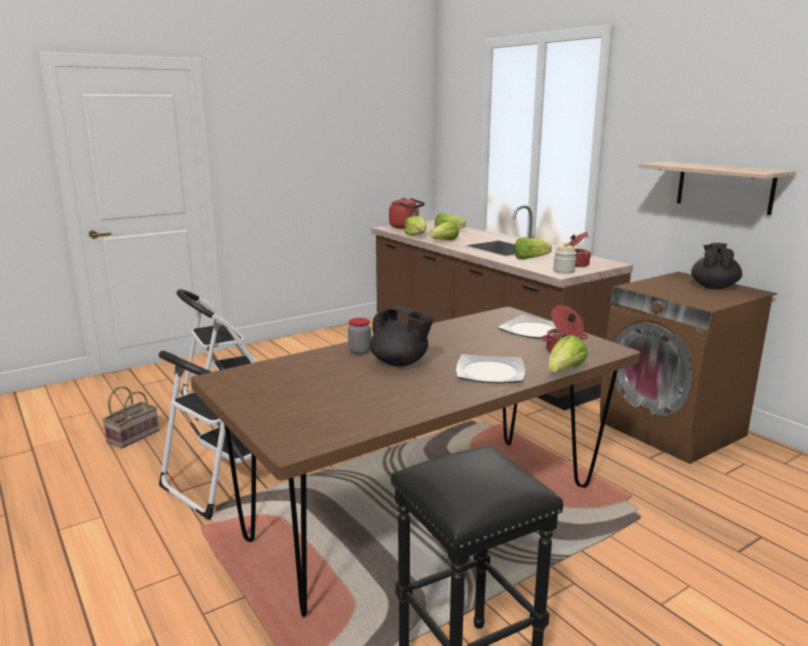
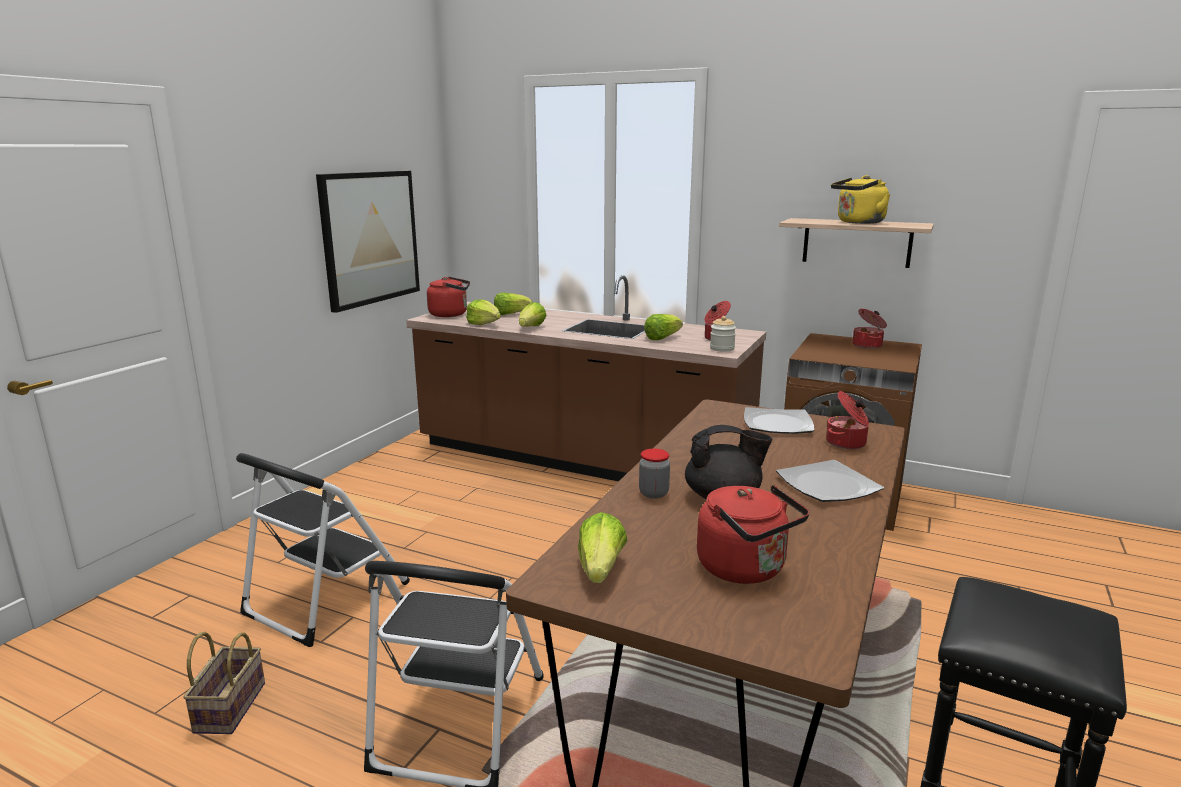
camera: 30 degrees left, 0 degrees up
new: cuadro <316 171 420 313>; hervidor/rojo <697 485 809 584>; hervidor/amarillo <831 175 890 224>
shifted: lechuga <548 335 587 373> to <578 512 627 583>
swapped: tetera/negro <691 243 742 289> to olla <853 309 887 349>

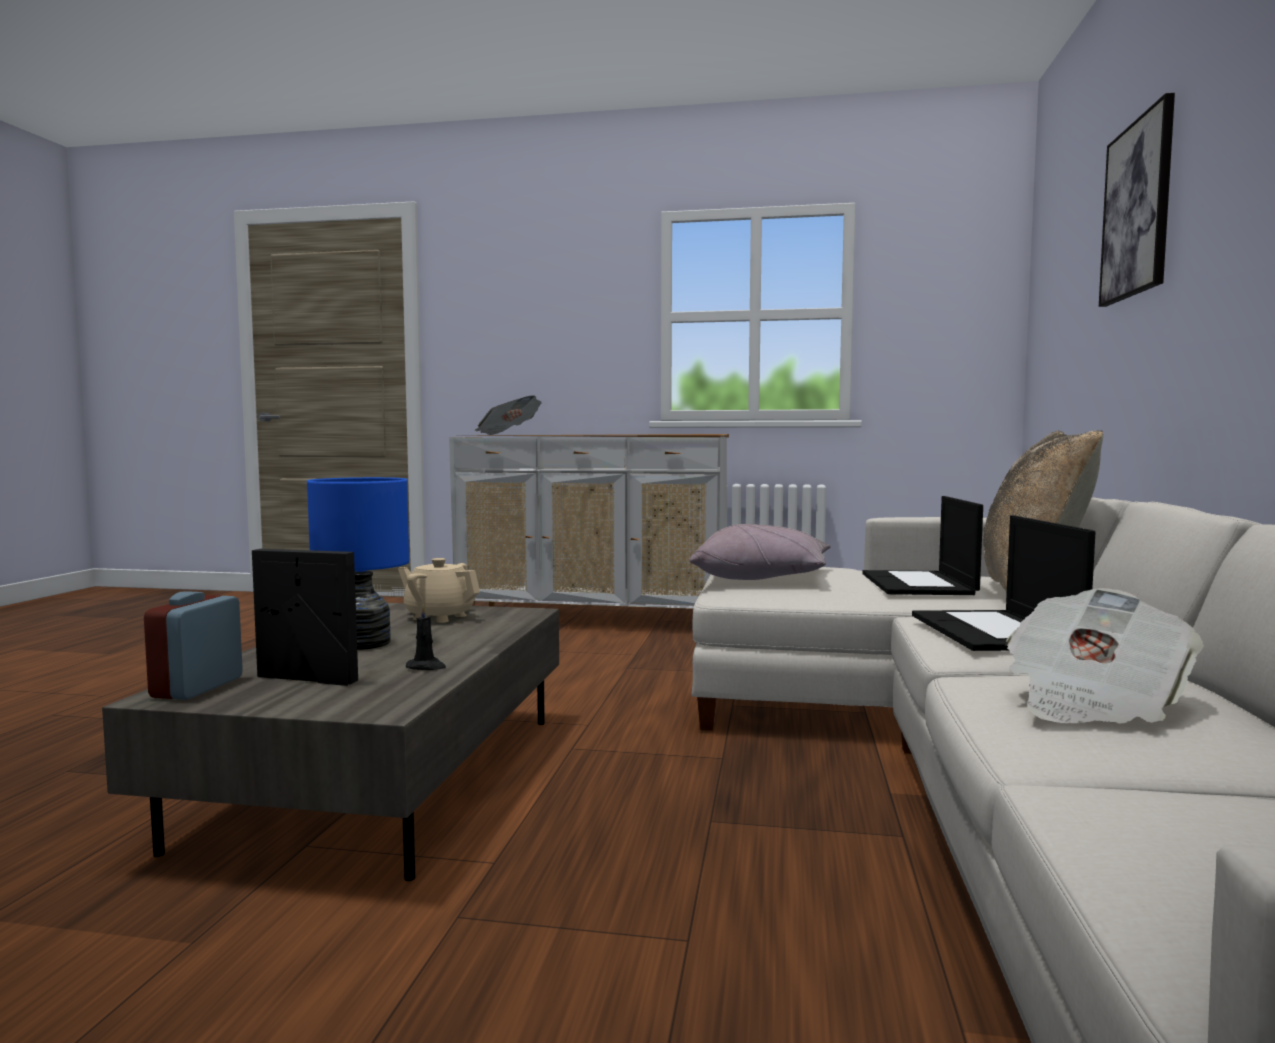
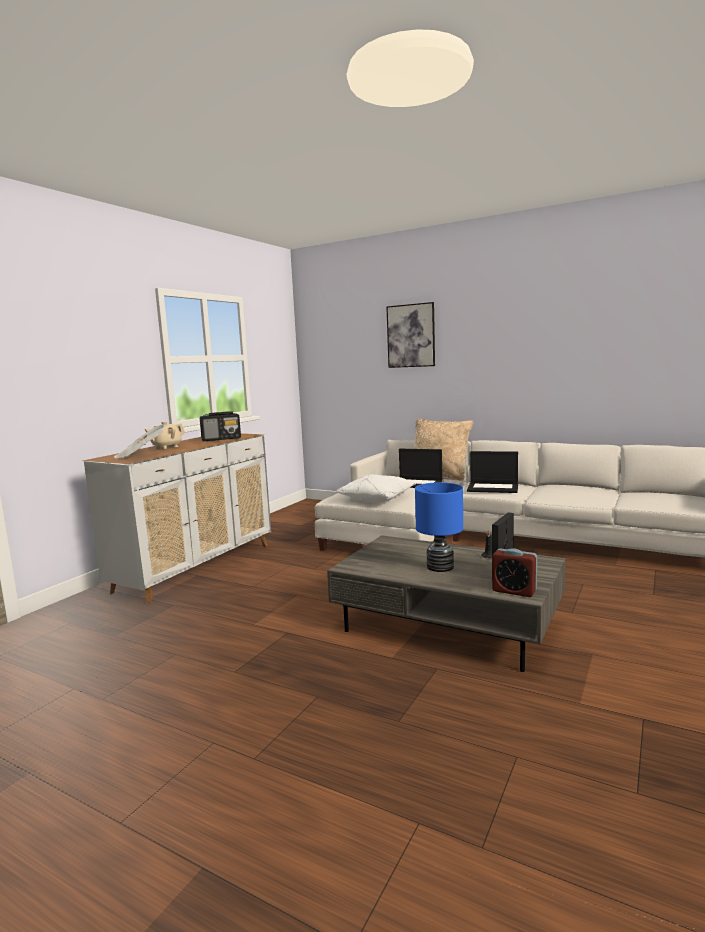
camera: 70 degrees left, 5 degrees up
gone: periódico <1006 588 1204 723>
new: radio <200 411 241 441>
shifted: tetera/beis <398 558 480 623> to <145 421 185 449>
repainted: cojín/morado <689 524 830 580> to cojín/blanco <336 474 416 502>

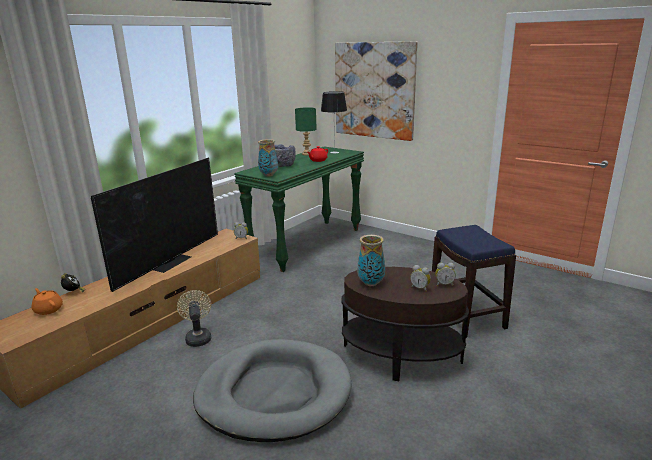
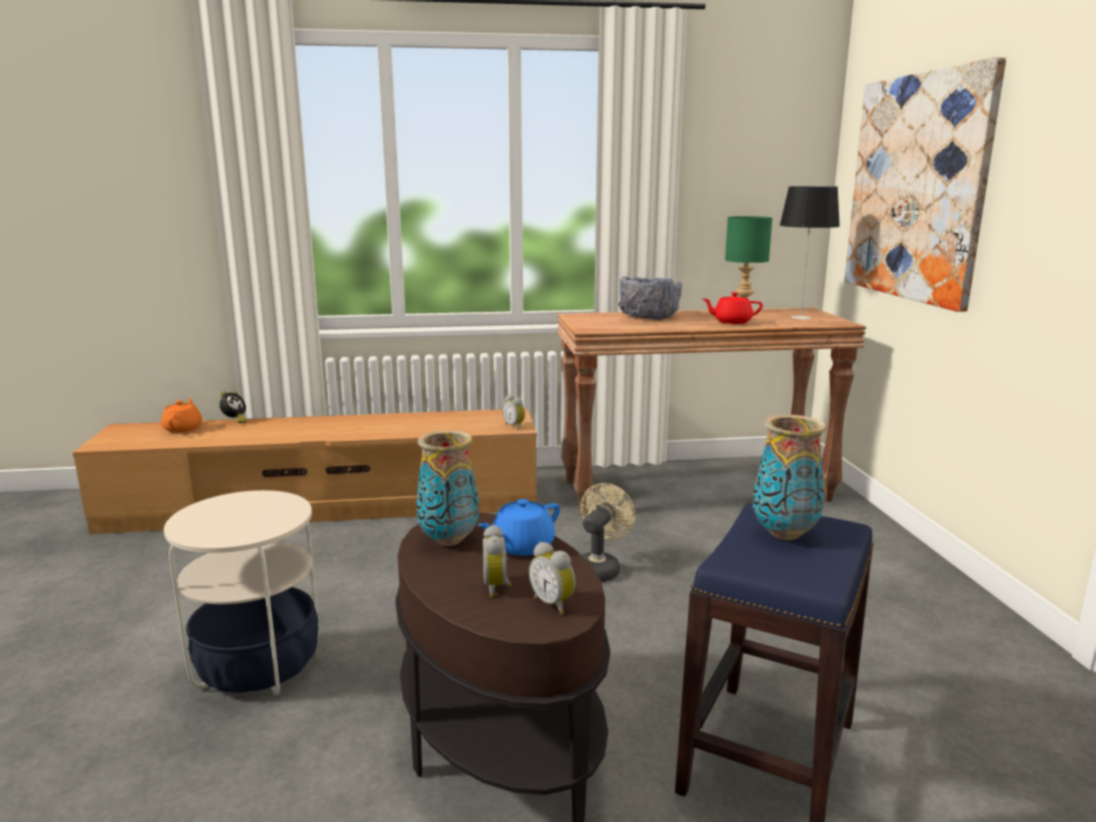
camera: 45 degrees right, 5 degrees down
gone: televisor <91 158 218 292>
new: tetera/azul <478 499 560 556>
shifted: ventilador/beis <177 290 211 347> to <580 483 636 582>; florero <258 139 278 177> to <753 415 826 540>
swapped: cama para perro/gris <193 339 352 442> to mesa auxiliar/beis <164 490 319 695>
repainted: mesa consola/verde <234 147 364 272> to mesa consola/marrón <557 308 866 516>

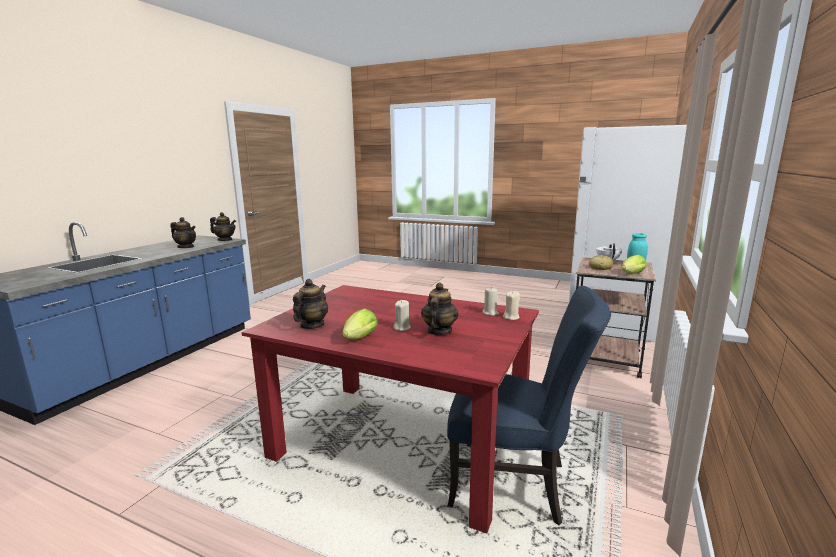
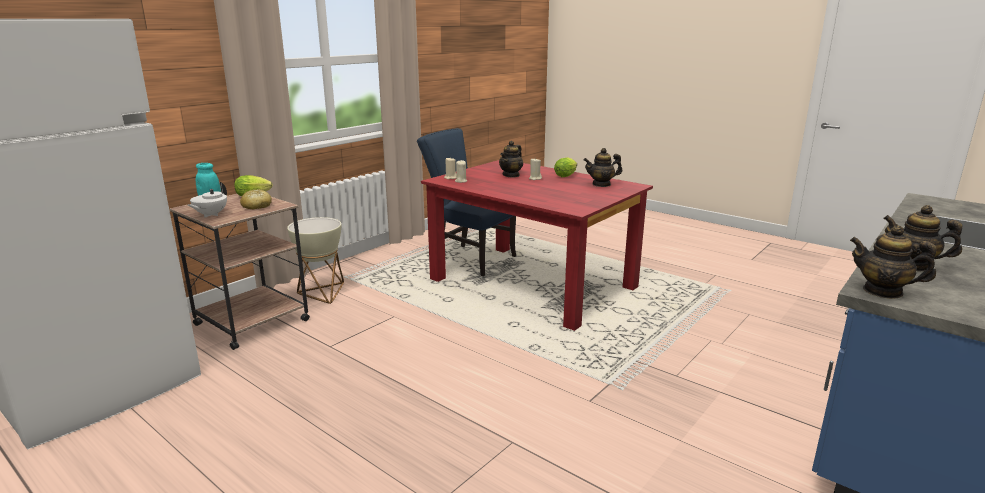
camera: 165 degrees left, 5 degrees up
new: maceta <287 217 344 304>
rotated: tetera <293 279 328 329> = <584 148 622 187> 45 degrees clockwise

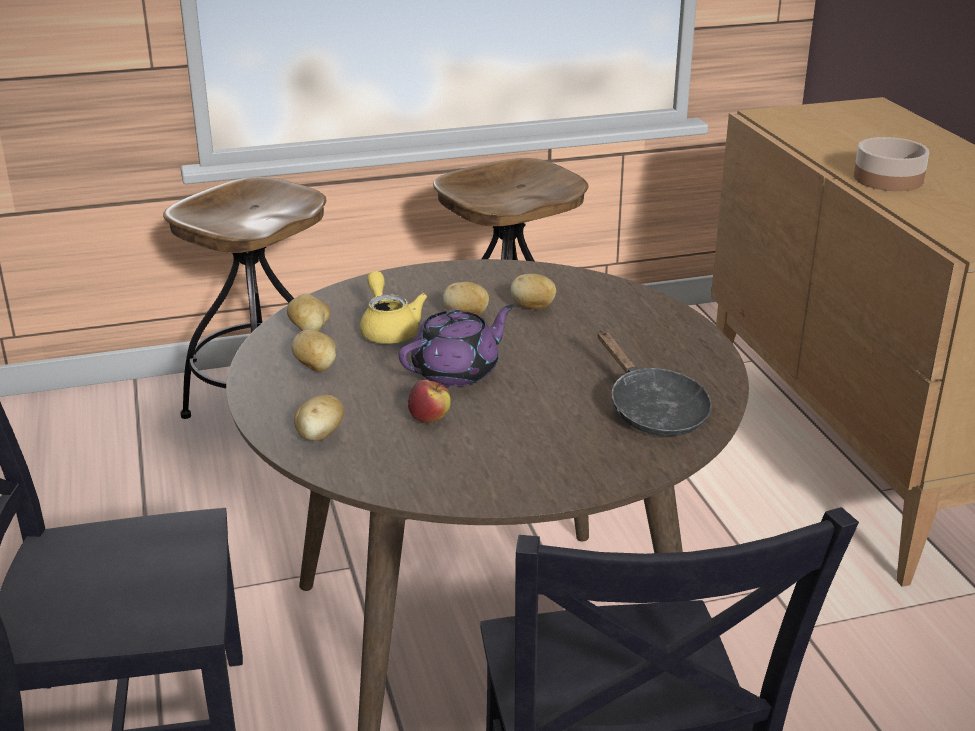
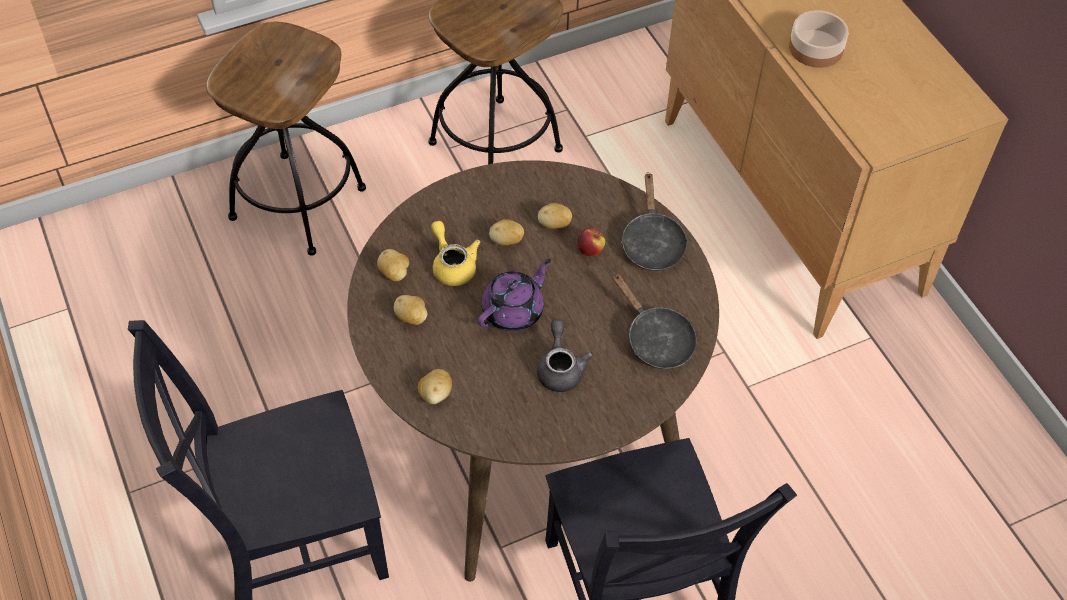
camera: 10 degrees left, 25 degrees up
new: tetera/gris <537 319 594 392>; sartén/negro <621 172 688 271>
shifted: manzana <408 380 451 424> to <577 228 605 256>

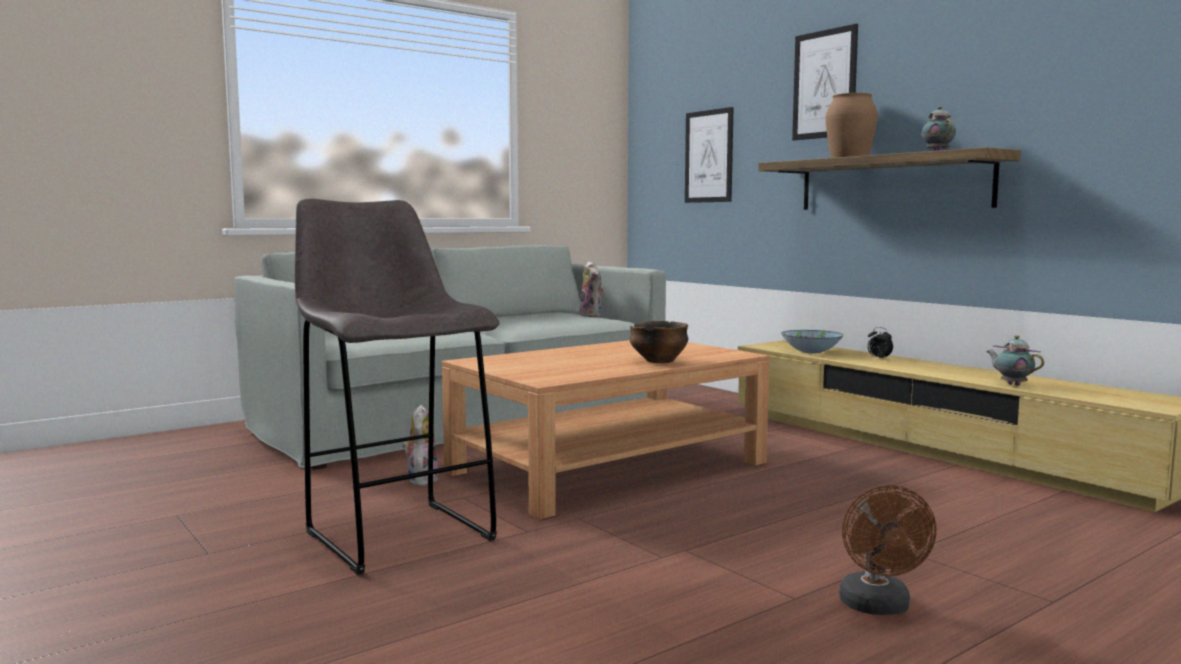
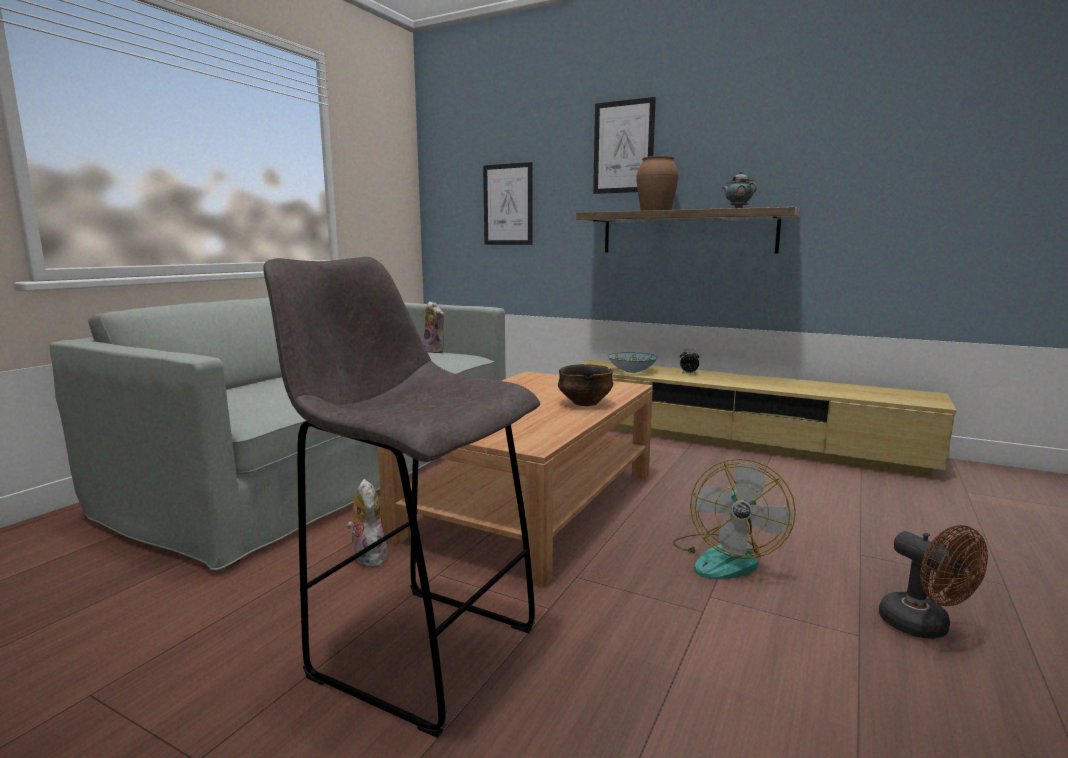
camera: 25 degrees left, 5 degrees up
gone: tetera <986 335 1044 386>
new: ventilador <673 459 796 579>

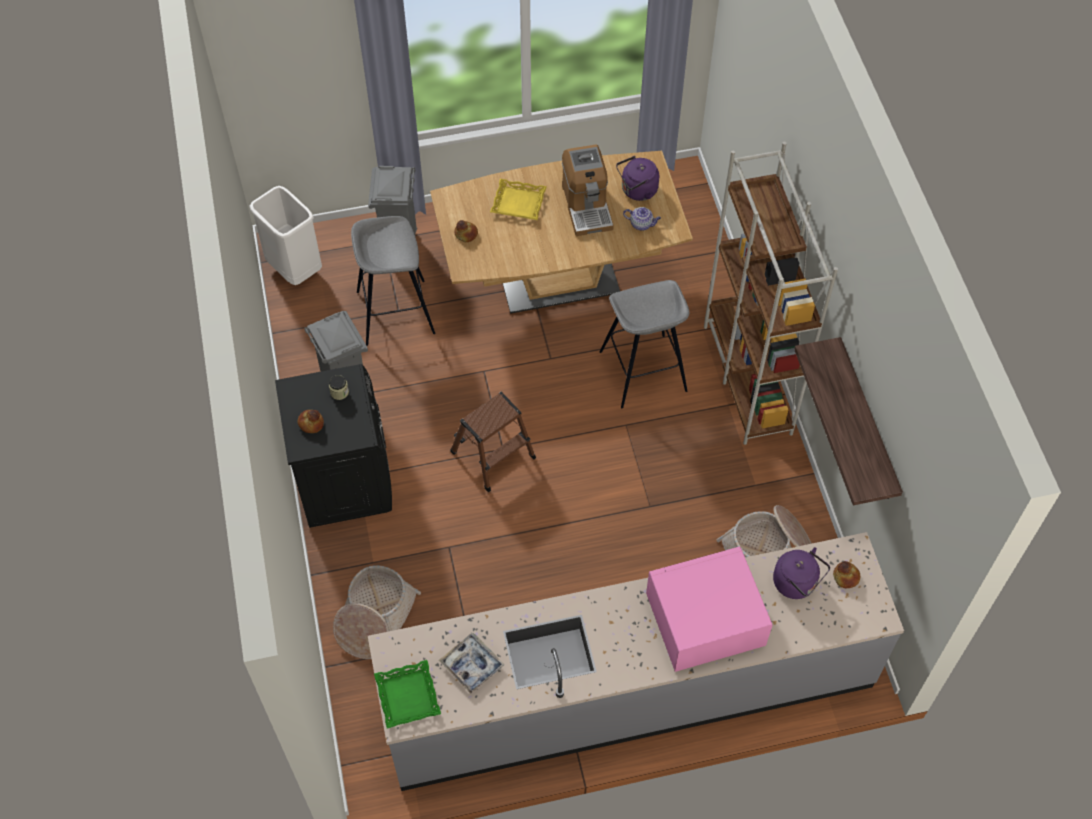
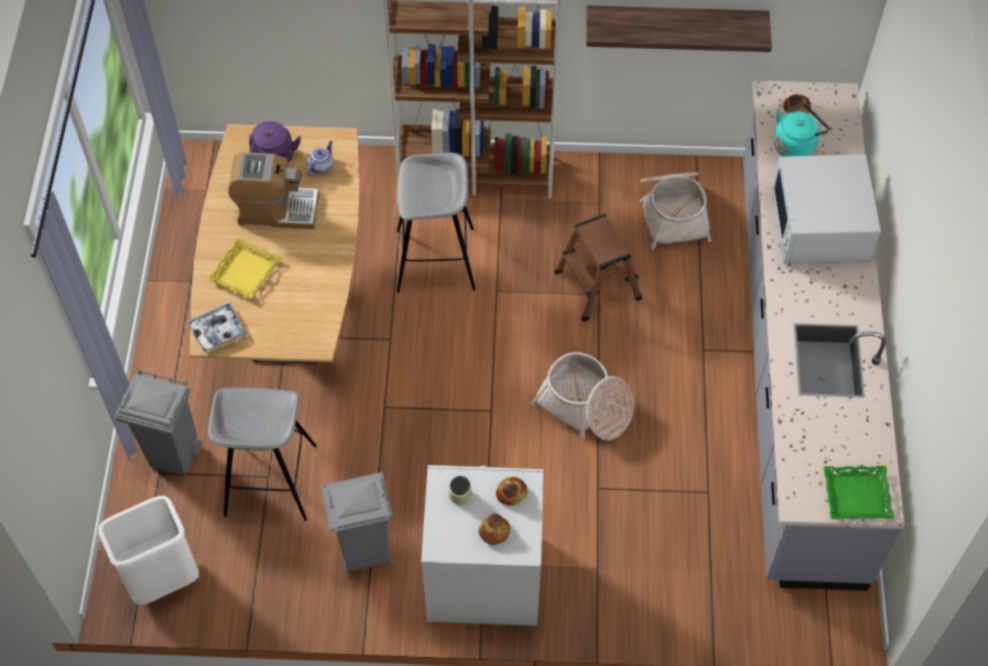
camera: 75 degrees left, 0 degrees up
shifted: cesta <333 565 421 659> to <531 352 634 441>; bandeja <439 633 505 694> to <187 302 247 354>; escalera de tijera/marrón <450 392 536 492> to <554 214 642 322>; pan <455 220 478 242> to <496 477 528 506>
repainted: lavadora/negro <275 364 392 528> to lavadora/blanco <421 465 543 626>; microondas/rosa <646 546 772 672> to microondas/blanco <772 154 881 264>; hervidor/morado <773 547 830 599> to hervidor/turquesa <774 104 829 157>

